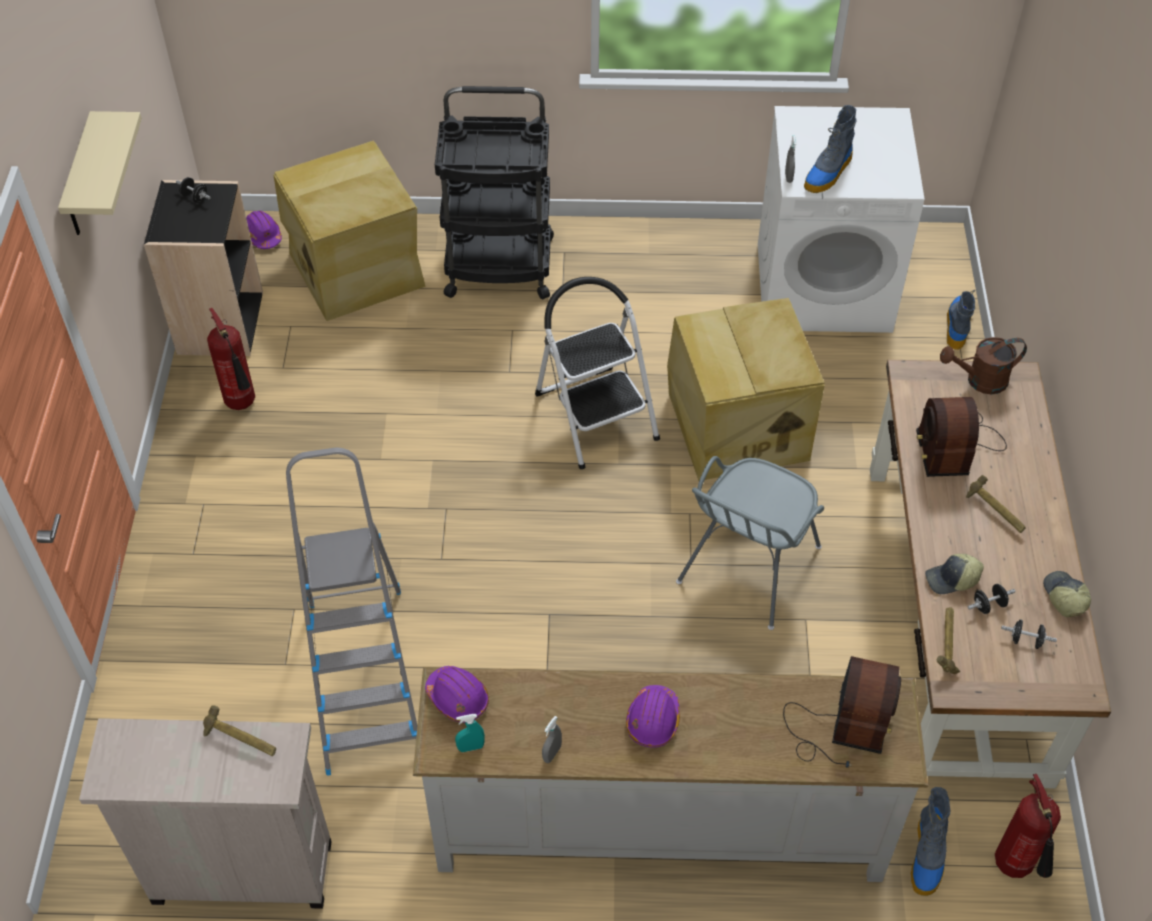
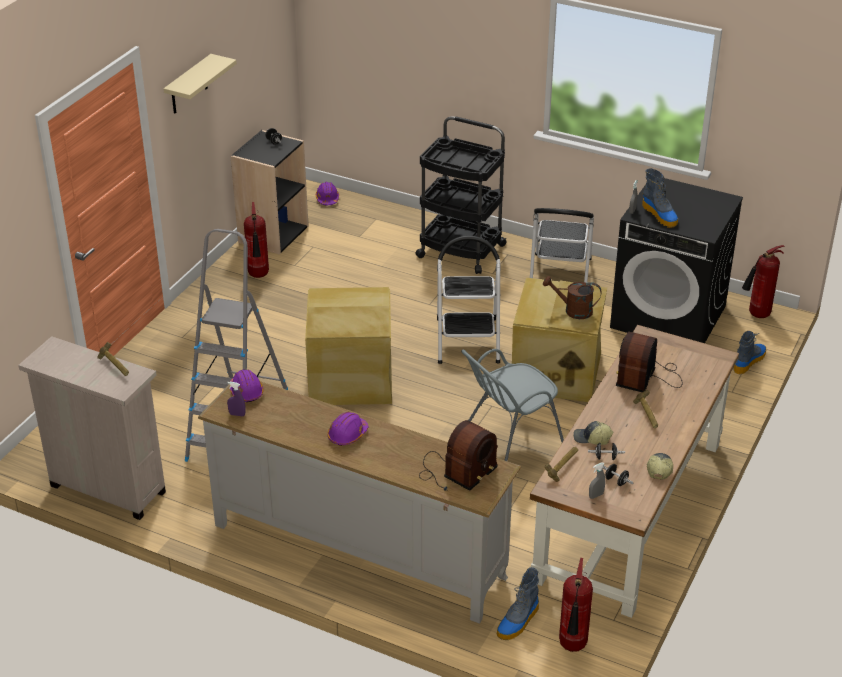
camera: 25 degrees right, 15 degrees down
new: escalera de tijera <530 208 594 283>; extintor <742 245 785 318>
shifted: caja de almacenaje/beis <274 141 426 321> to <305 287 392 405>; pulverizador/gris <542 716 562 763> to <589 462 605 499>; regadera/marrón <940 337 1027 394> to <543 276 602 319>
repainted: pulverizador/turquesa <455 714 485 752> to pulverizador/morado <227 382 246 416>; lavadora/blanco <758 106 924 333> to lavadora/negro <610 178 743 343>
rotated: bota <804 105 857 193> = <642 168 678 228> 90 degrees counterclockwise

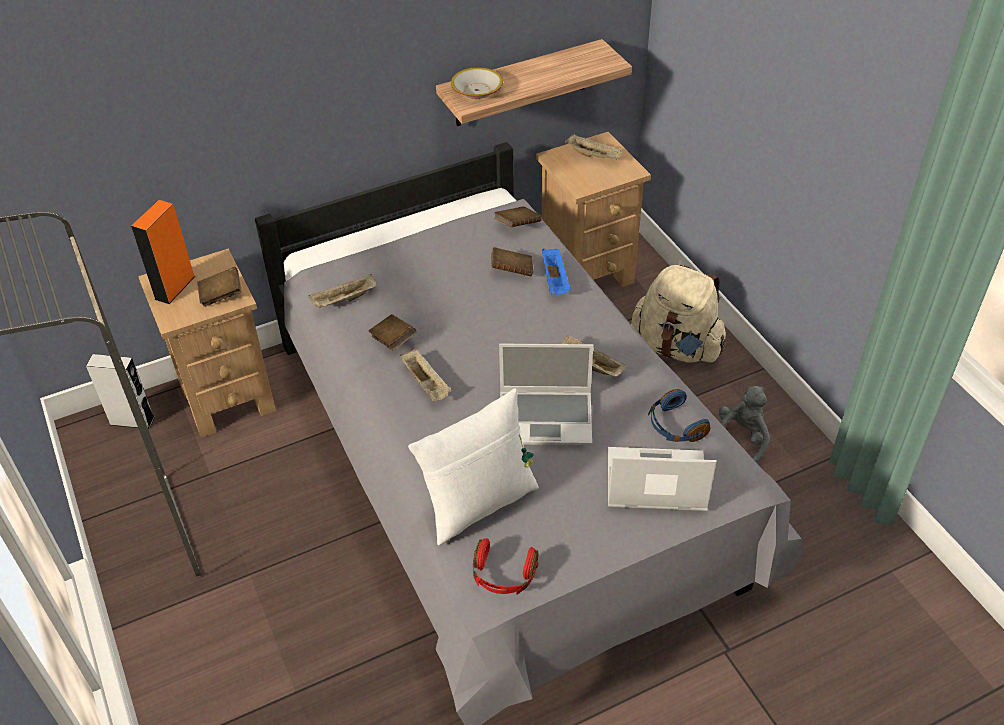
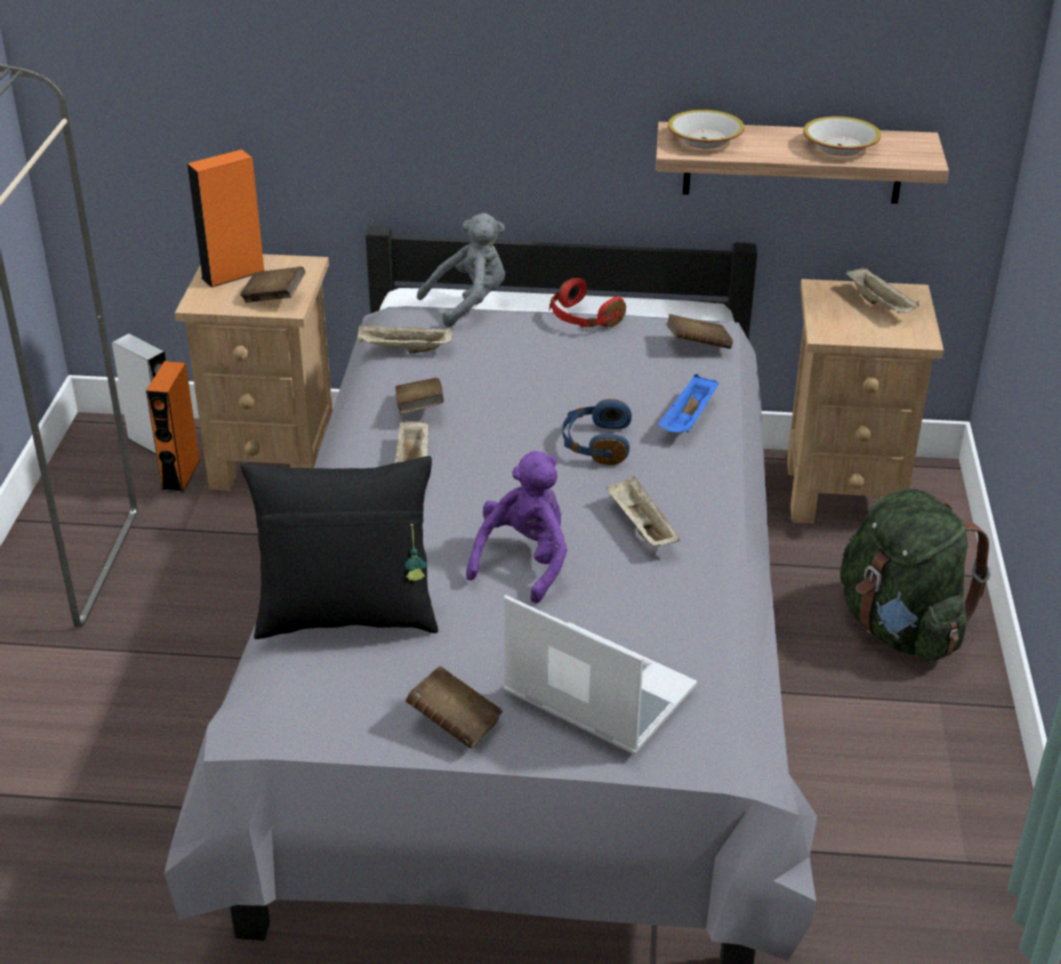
camera: 30 degrees right, 10 degrees down
new: altavoz/naranja <146 361 200 493>; cuenco <803 116 881 156>
shifted: auriculares/rojo <473 538 538 595> to <549 278 626 327>; libro/marrón <491 247 533 277> to <406 666 503 748>; auriculares/azul <648 389 711 442> to <562 399 632 465>; peluche/gris <719 386 770 463> to <417 213 505 327>
swapped: portátil <499 344 593 446> to peluche/morado <466 451 567 603>
repainted: cojín/blanco <408 388 539 545> to cojín/negro <240 456 438 639>; mochila/beis <631 265 727 363> to mochila/verde <840 489 991 662>

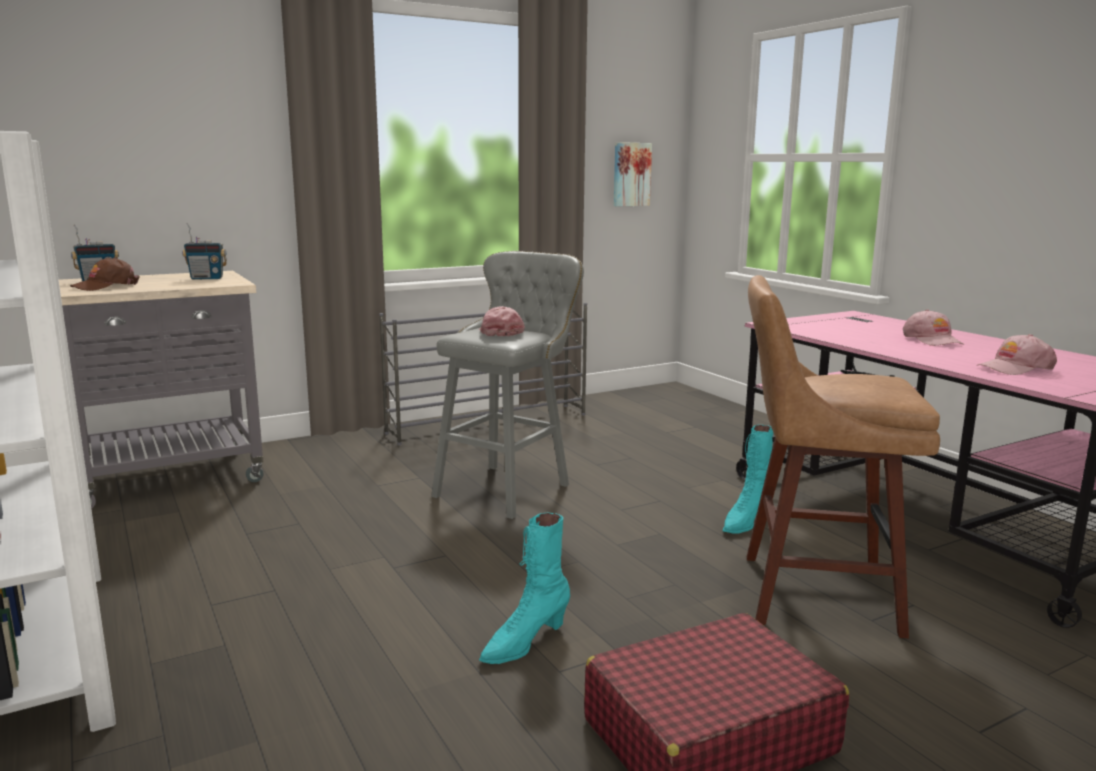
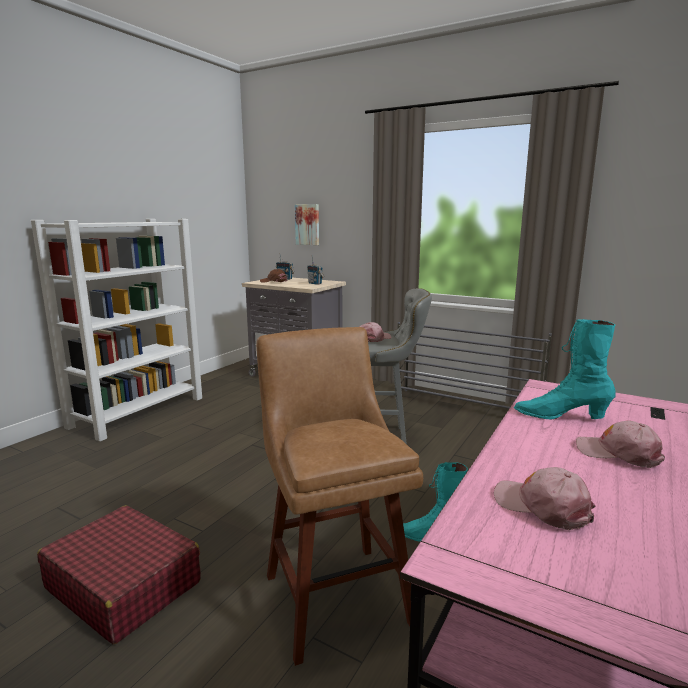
camera: 60 degrees right, 0 degrees up
shifted: bota/turquesa <479 513 570 664> to <514 319 616 419>; cuadro <614 142 652 206> to <295 204 319 245>
rotated: gorra/rosa <903 309 963 346> = <576 421 665 468> 75 degrees clockwise

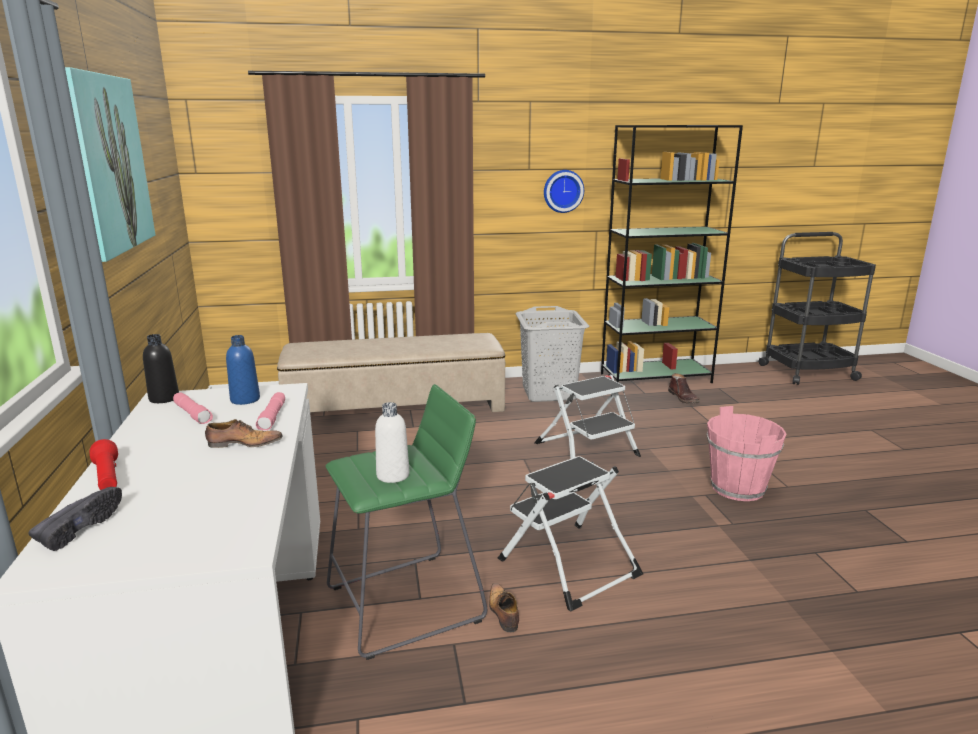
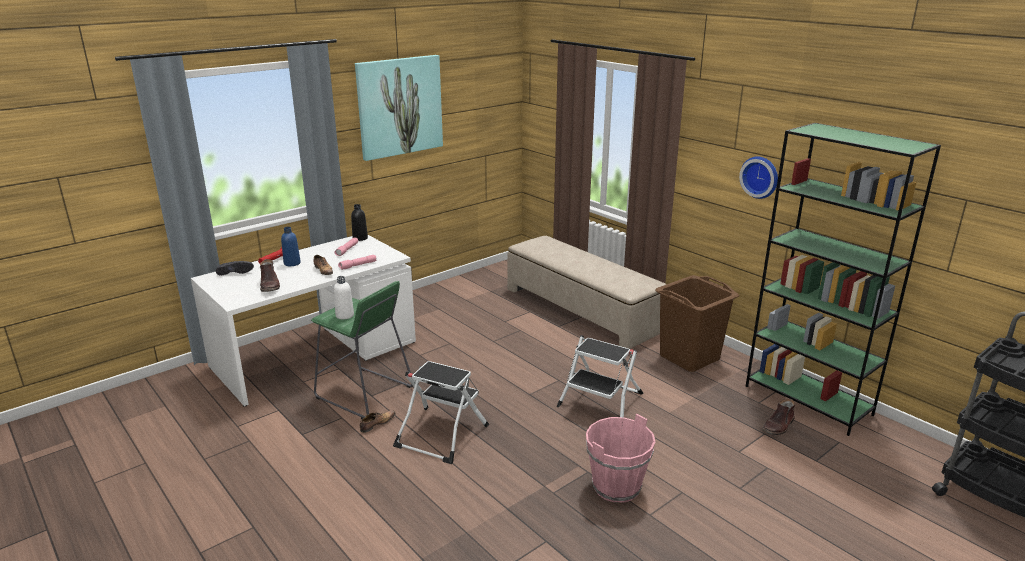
camera: 60 degrees right, 5 degrees up
new: bota/marrón <260 259 280 292>
shifted: botella/azul <226 335 260 405> to <281 227 301 266>
repainted: cesto de la ropa/gris <516 306 589 402> to cesto de la ropa/marrón <655 275 739 372>

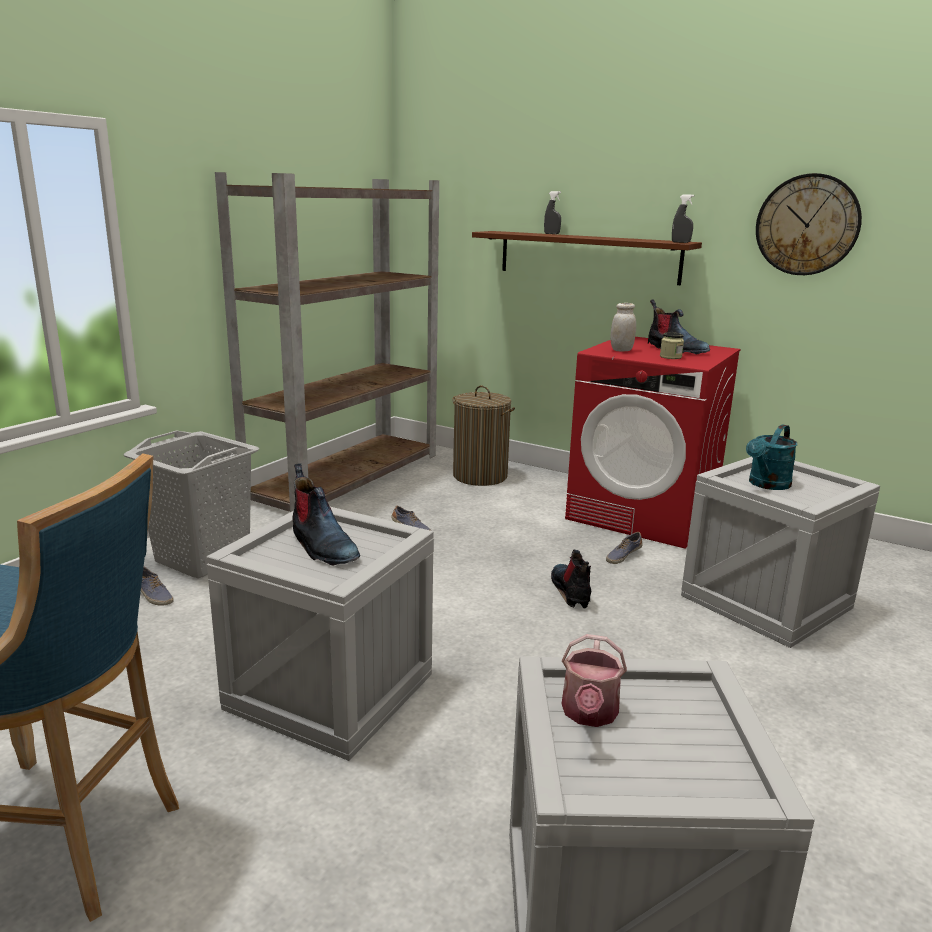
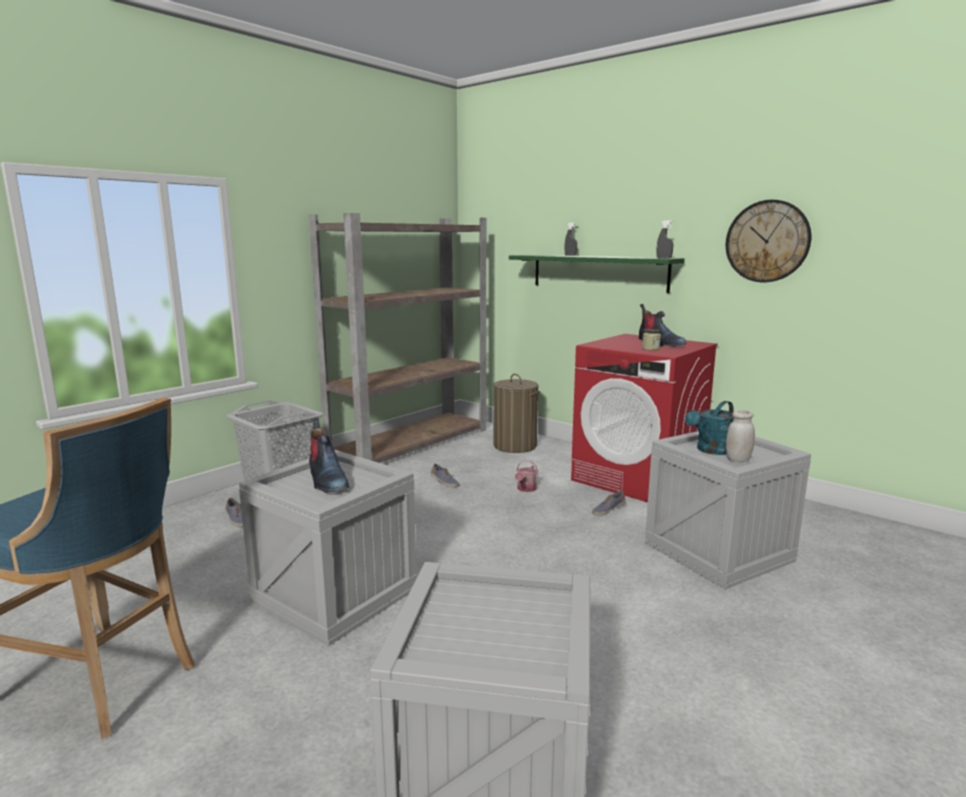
camera: 10 degrees right, 5 degrees down
gone: bota <551 550 592 608>
shifted: regadera <561 634 627 727> to <515 460 538 492>; tarro/blanco <610 303 636 351> to <725 410 755 462>
repainted: estante/marrón <472 231 702 285> to estante/verde <509 255 684 293>

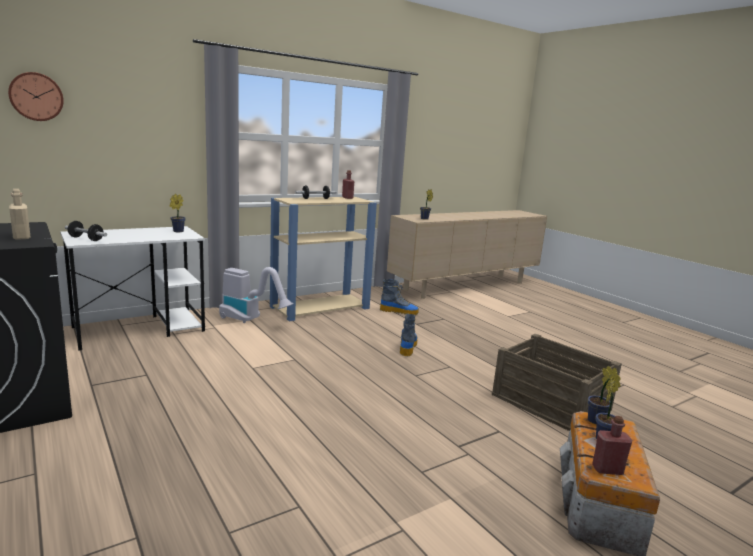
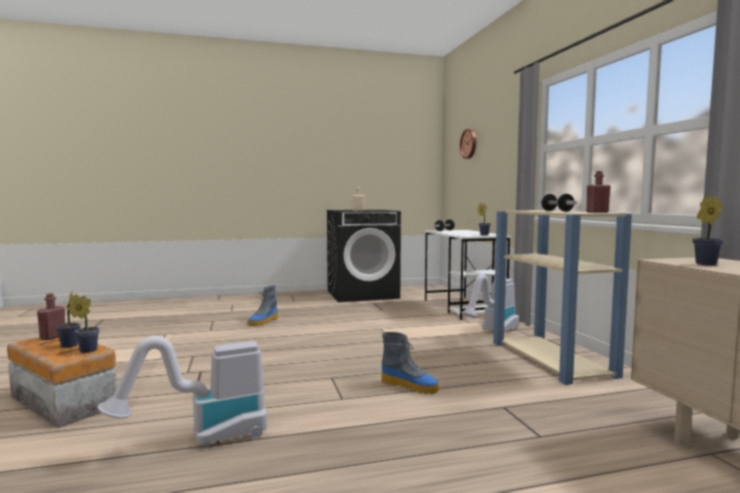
camera: 110 degrees right, 10 degrees down
shifted: bota <380 279 419 315> to <247 286 278 326>
swapped: caja de embalaje <492 333 622 431> to aspiradora <97 336 267 447>

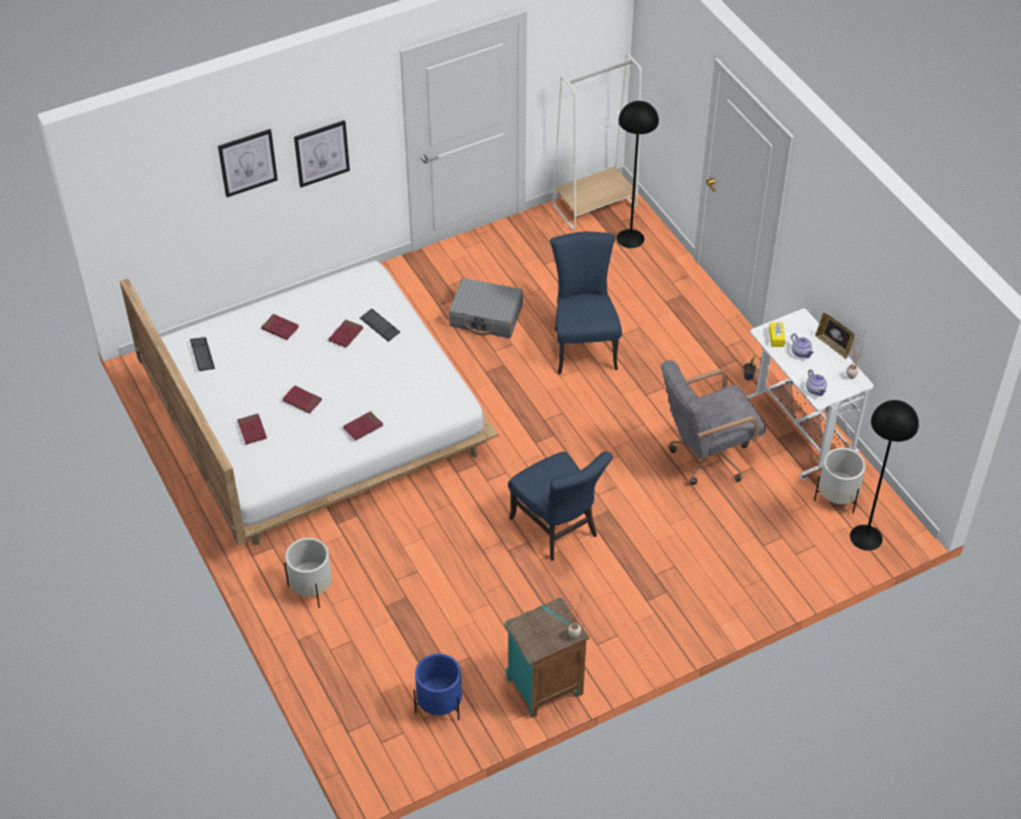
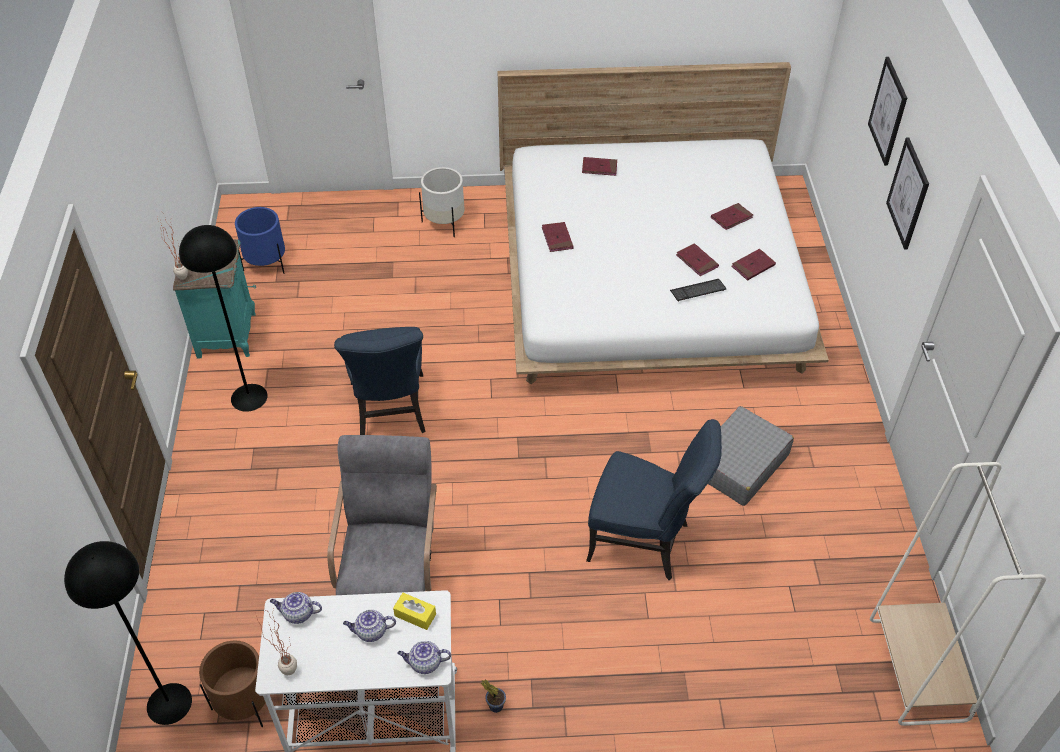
camera: 115 degrees right, 0 degrees up
gone: teclado <190 337 215 371>; portarretratos <815 313 855 359>
new: tetera <397 641 451 674>
shifted: libro/rojo <282 385 322 414> to <732 249 776 281>; lámpara de pie/negro <617 101 659 248> to <179 225 268 412>
repainted: maceta/blanco <814 448 866 513> to maceta/marrón <199 640 266 727>
rotated: silla/azul <508 451 613 561> = <334 327 426 435> 90 degrees counterclockwise

